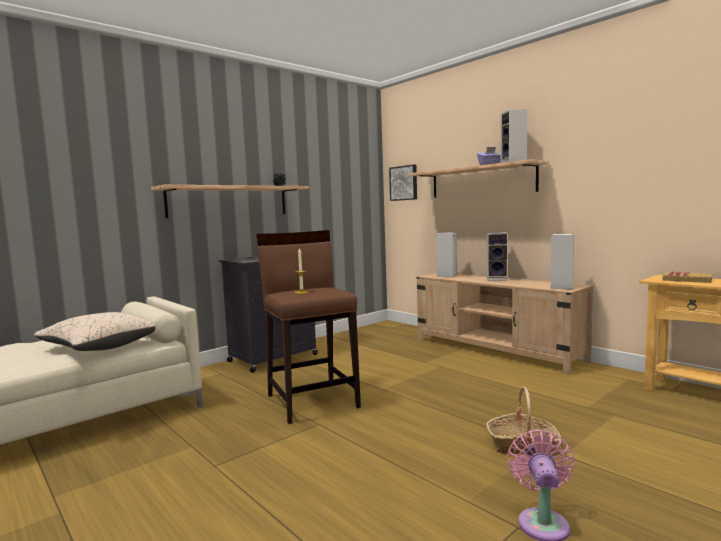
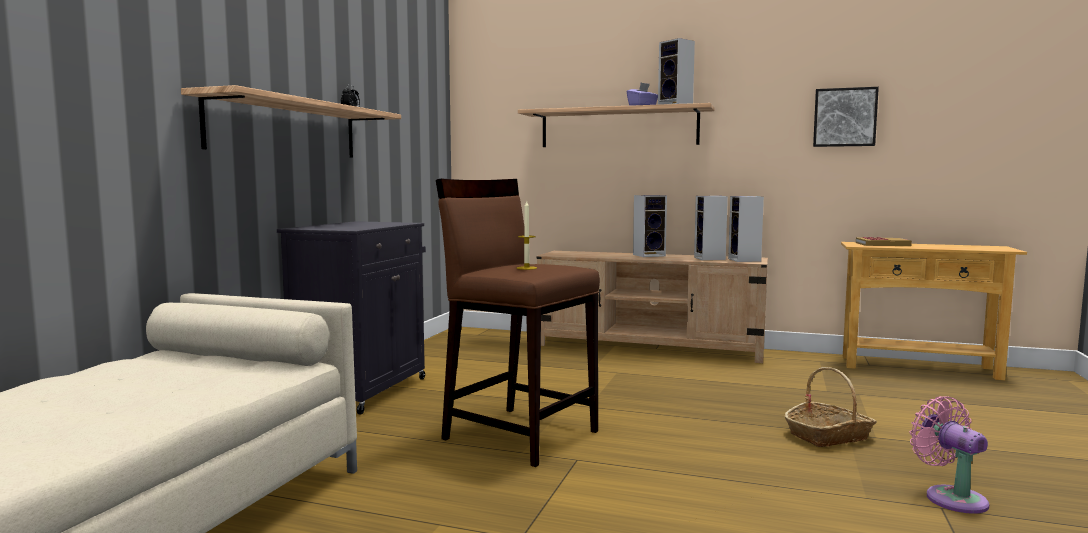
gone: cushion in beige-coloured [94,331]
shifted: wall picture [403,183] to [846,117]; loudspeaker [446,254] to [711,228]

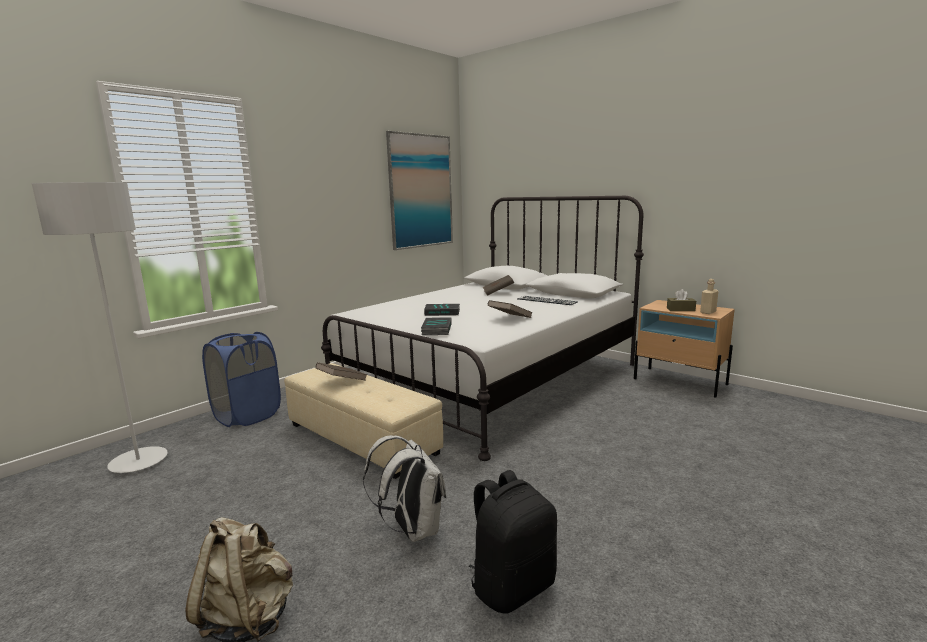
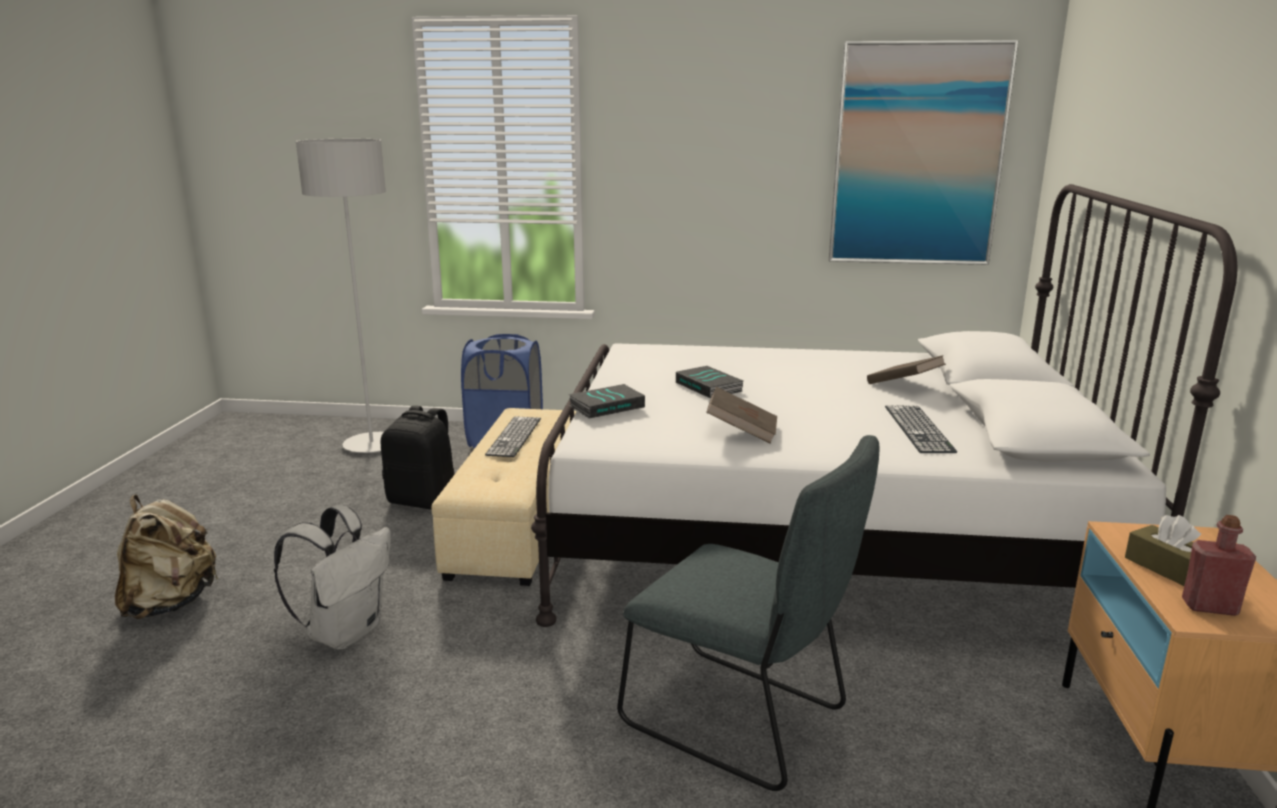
new: upright chair in grey [748,613]
shifted: rucksack in black [512,542] to [418,457]
swapped: book in brownish [341,371] to PC keyboard [513,436]
repainted: drink bottle in beige-coloured [709,296] to drink bottle in red-coloured [1219,565]

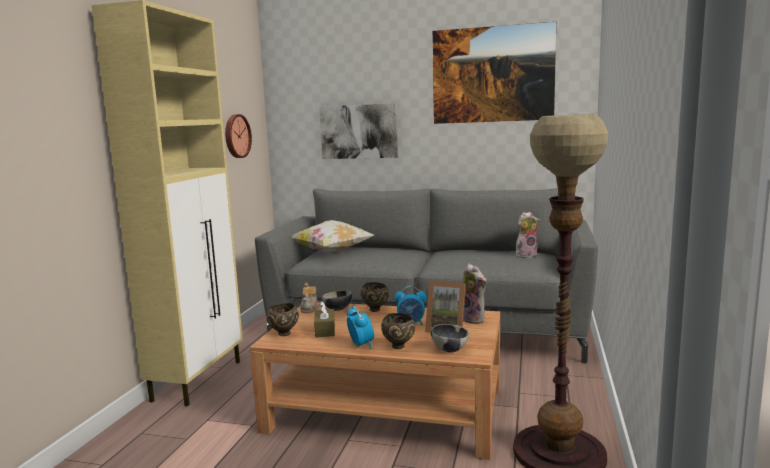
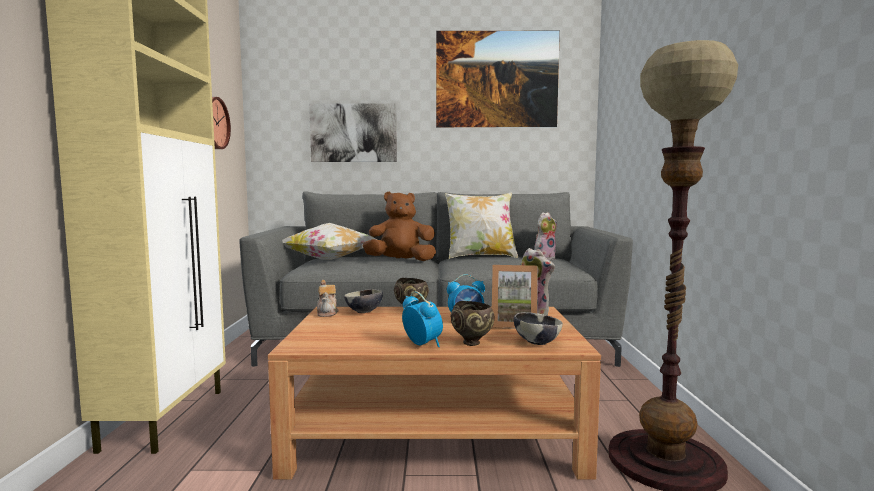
gone: bowl in brownish [283,319]; tissue holder in brownish [324,319]
new: soft toy in brownish [399,226]; cushion [481,225]

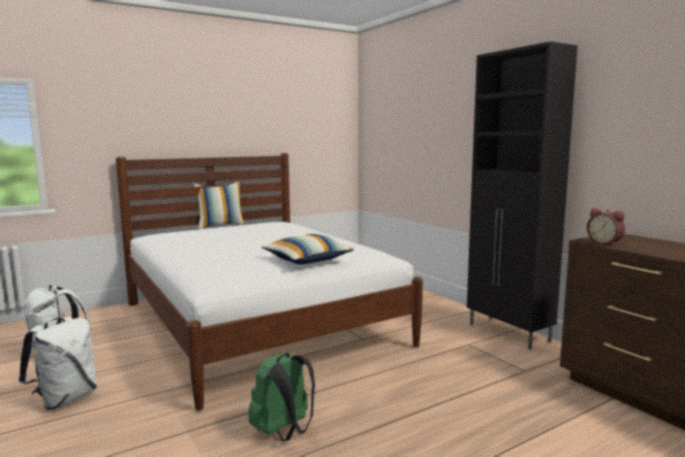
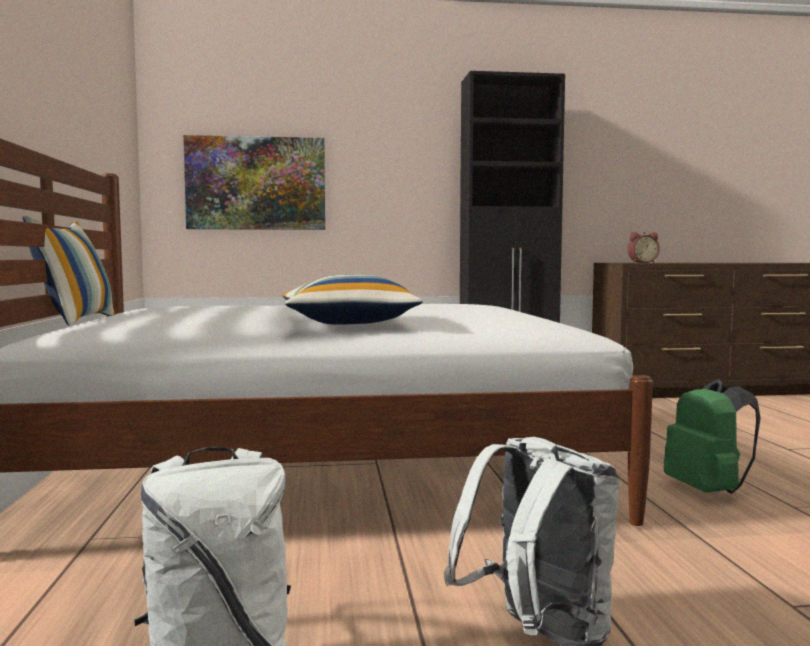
new: wall picture [254,182]
shifted: cushion [307,249] to [353,299]

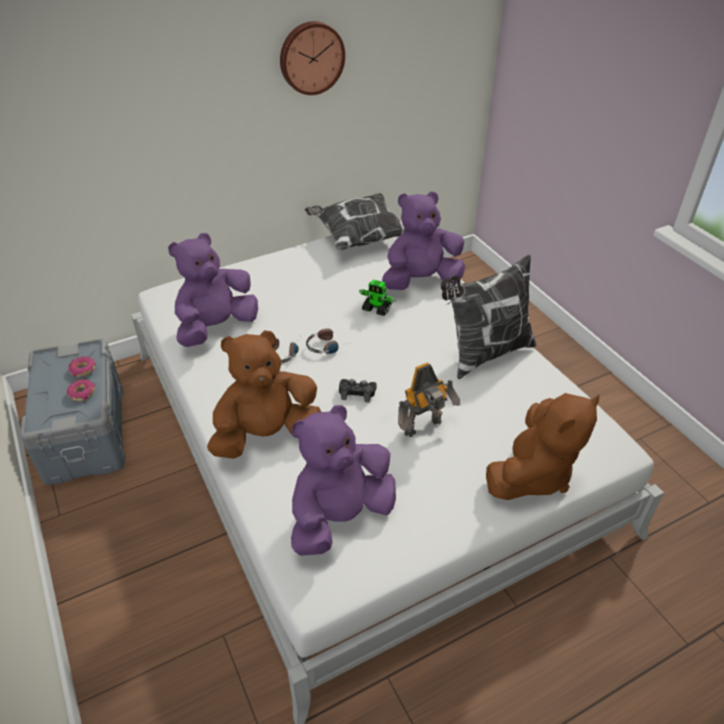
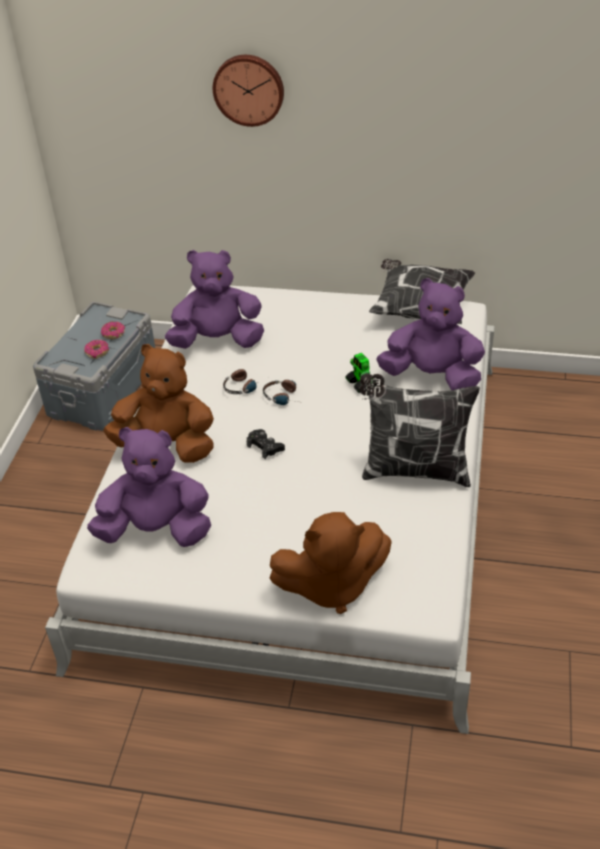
gone: robot figure [429,399]
shifted: wall clock [312,58] to [248,91]

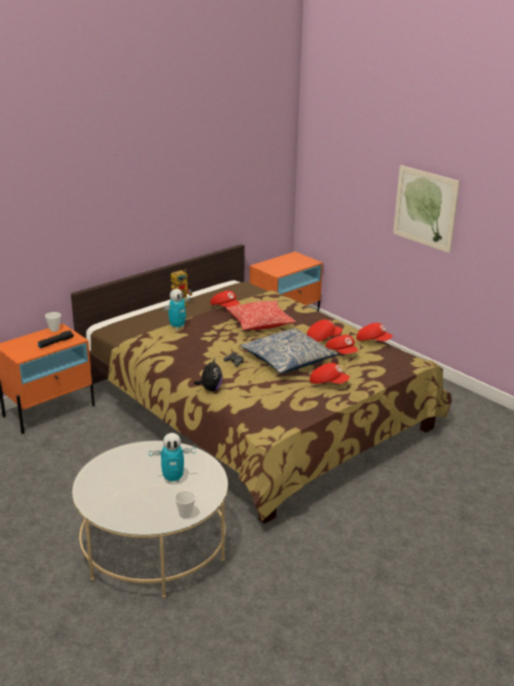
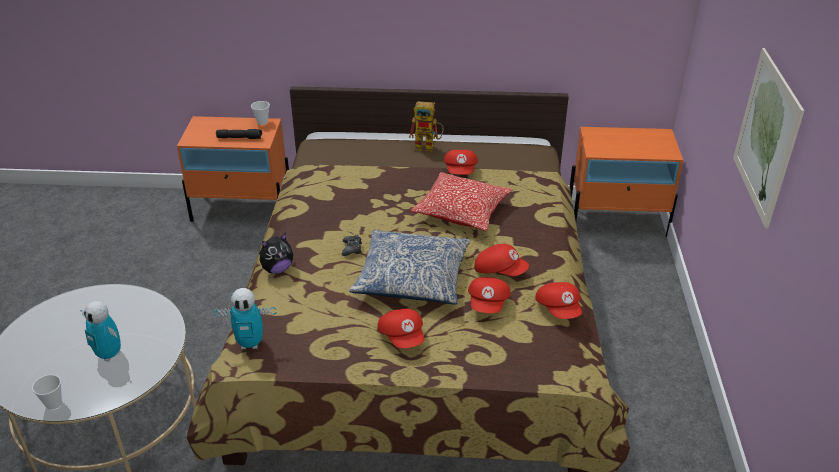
shifted: robot figure [176,309] to [245,318]

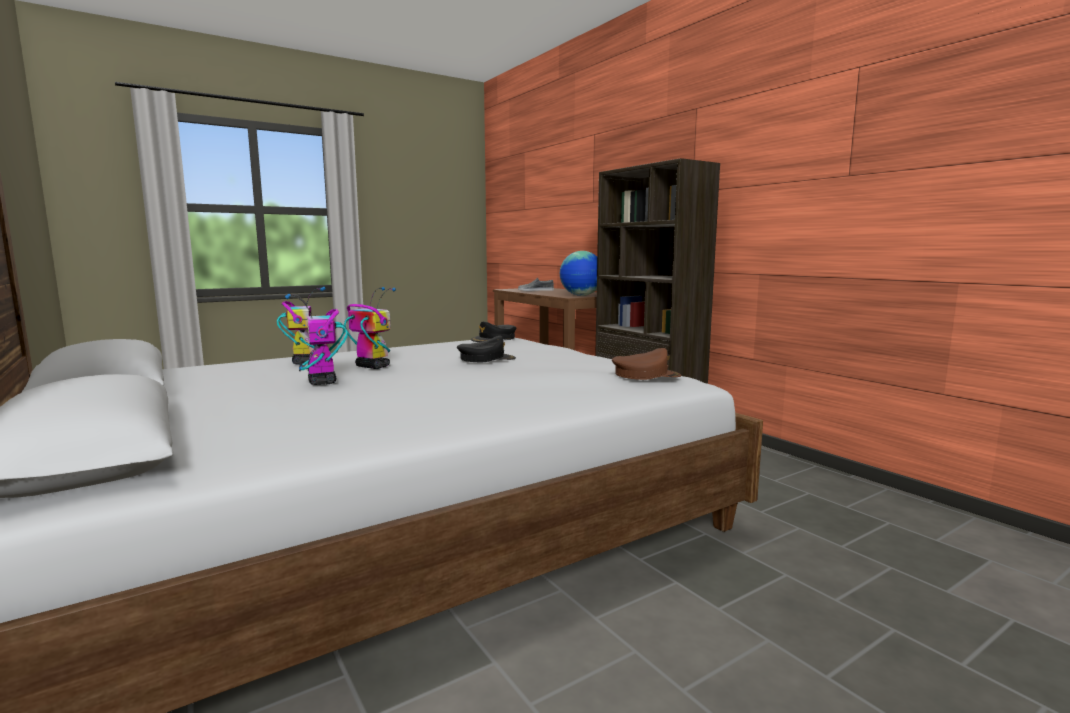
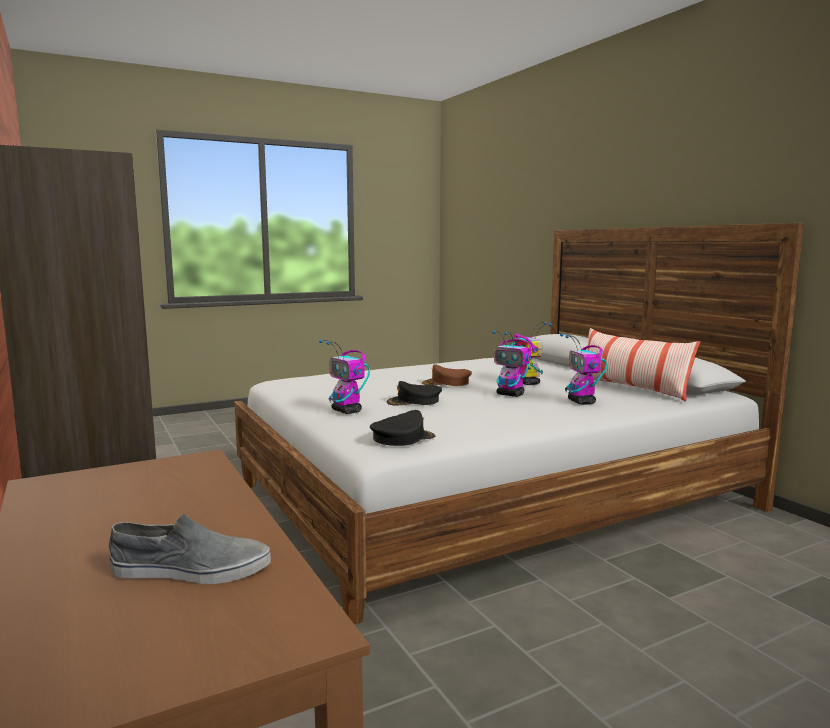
gone: world globe [578,273]
new: robot figure [344,377]; cushion [643,365]
shifted: baseball cap in brownish [647,364] to [447,375]

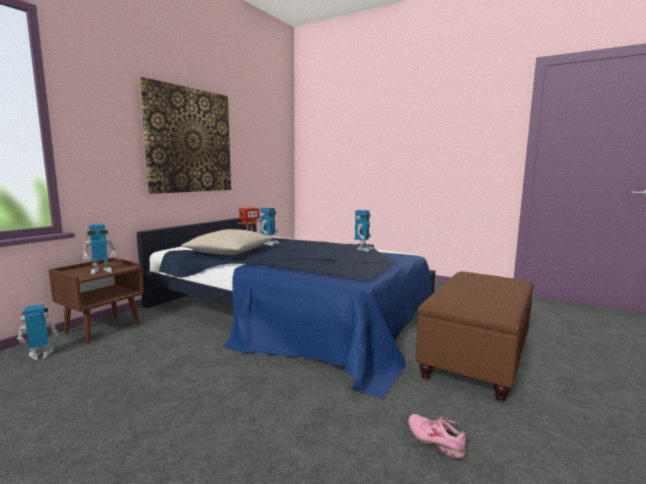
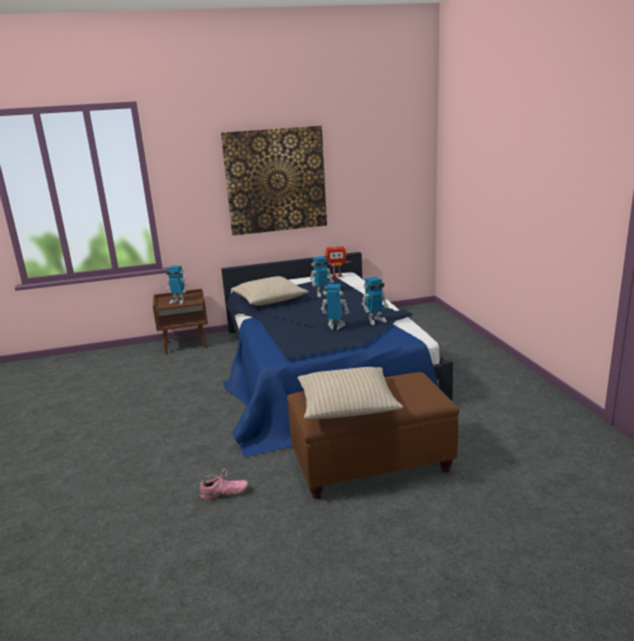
new: cushion in beige-coloured [350,393]
shifted: robot figure [37,332] to [335,307]
rotated: low shoe in pinkish [437,436] = [224,484] 75 degrees clockwise

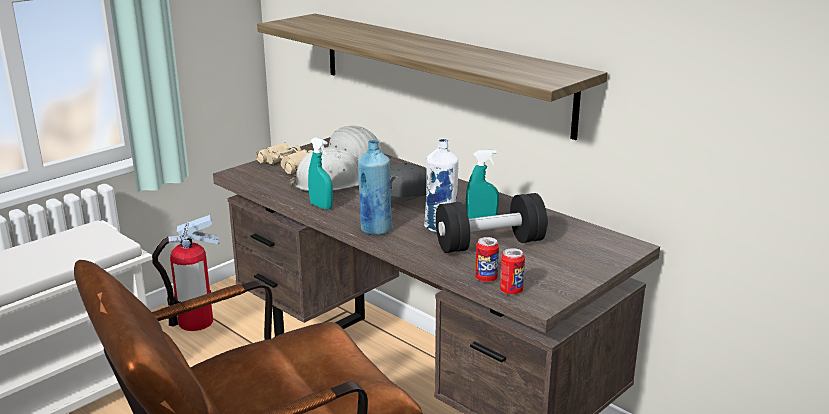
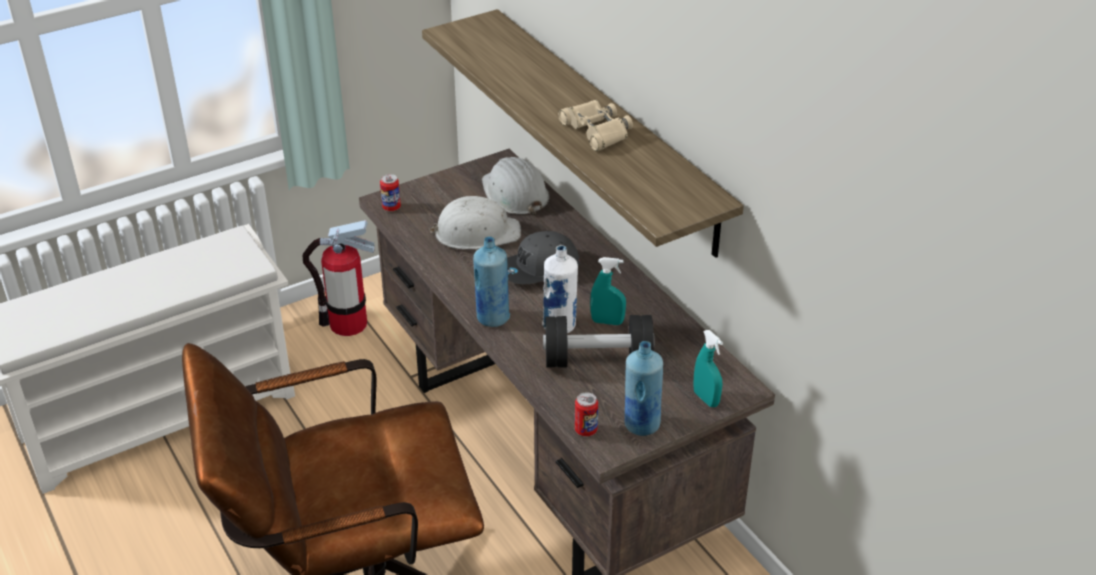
new: drink bottle in bluish [644,388]
shifted: field glasses in beige-coloured [284,158] to [595,125]; spray bottle in turquoise [320,173] to [708,368]; metal can [487,260] to [390,192]

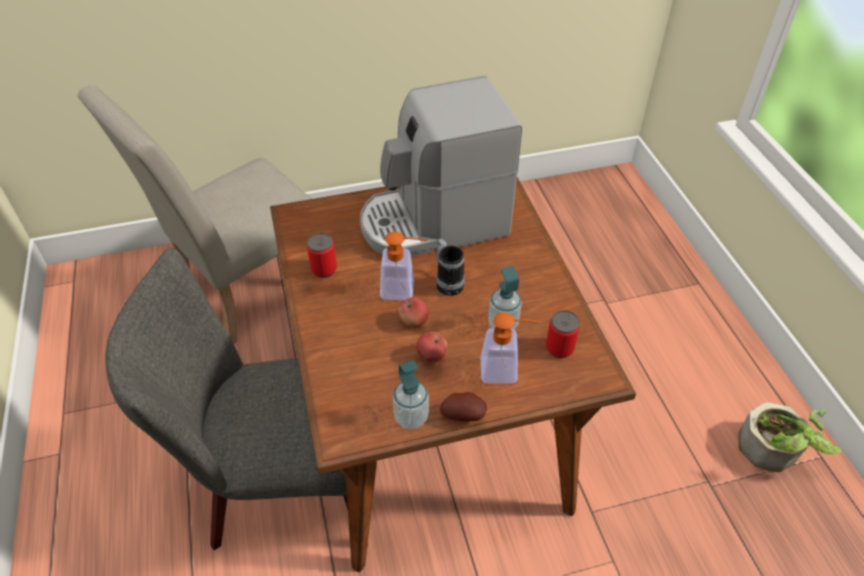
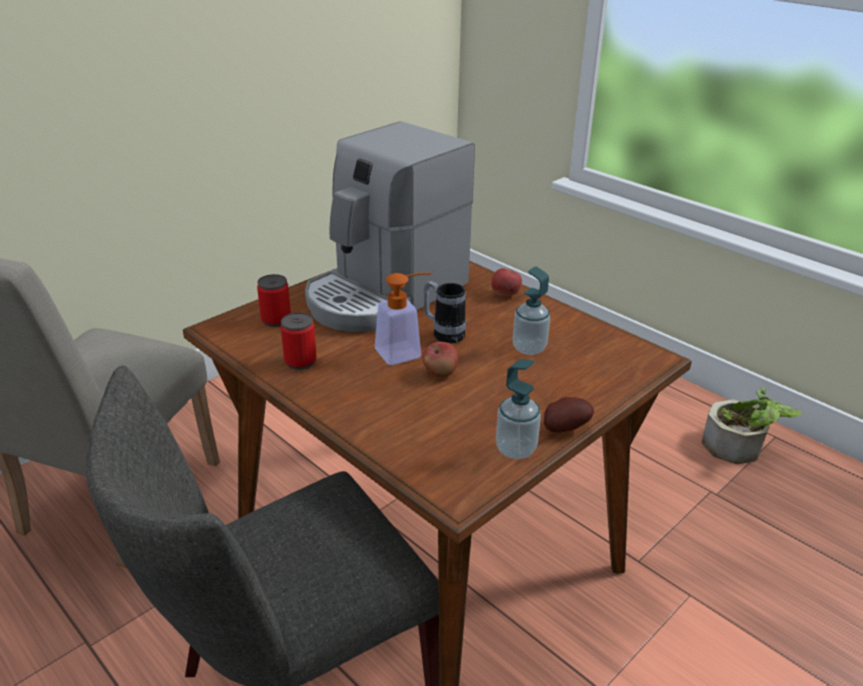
gone: soap dispenser [511,348]
shifted: apple [431,347] to [506,282]; metal can [563,334] to [274,300]

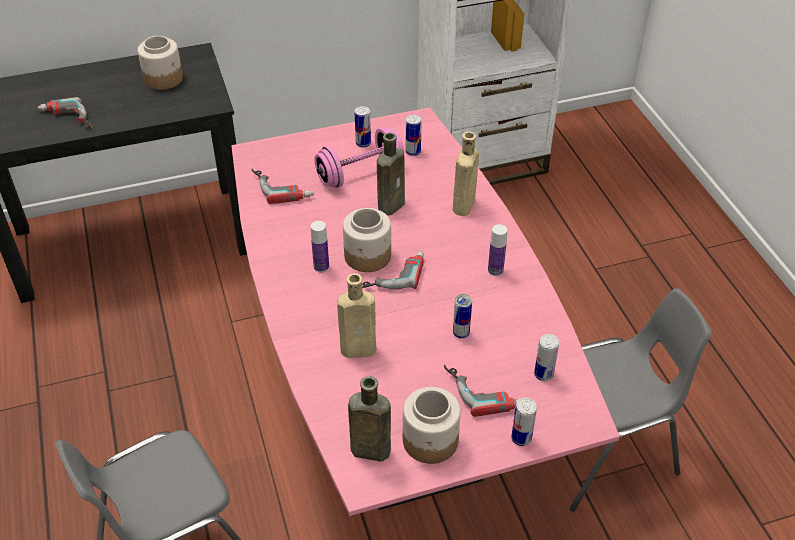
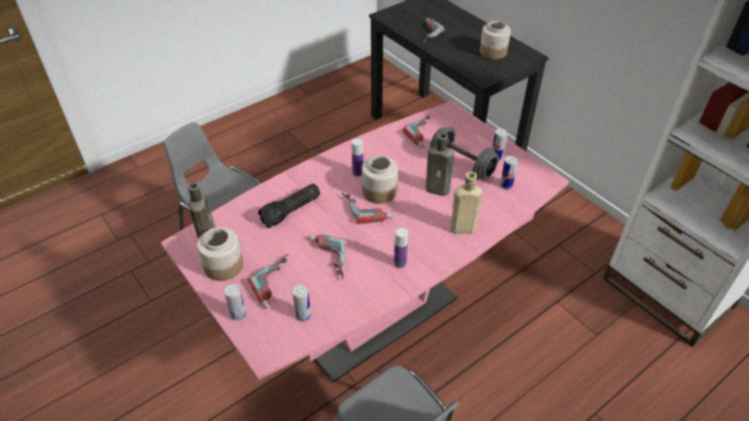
swapped: drink bottle in beige-coloured [356,315] to hand torch [289,206]; metal can [462,316] to power drill [327,257]
repainted: free weight in pinkish [359,157] to free weight in grey [464,153]

